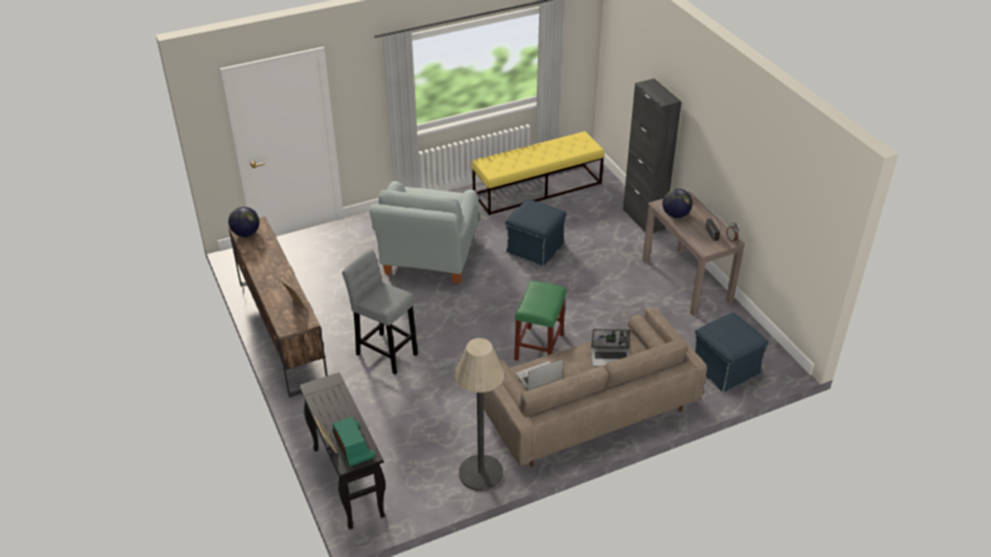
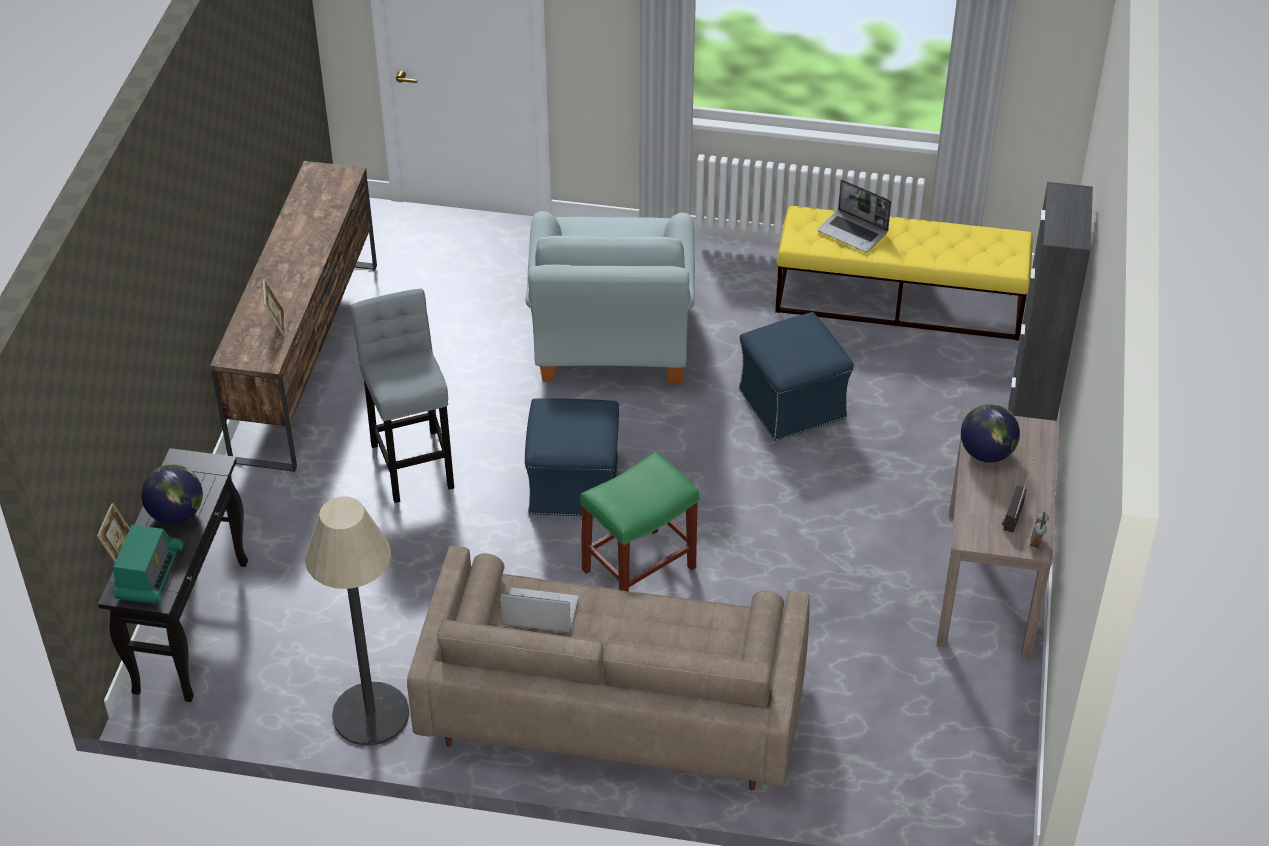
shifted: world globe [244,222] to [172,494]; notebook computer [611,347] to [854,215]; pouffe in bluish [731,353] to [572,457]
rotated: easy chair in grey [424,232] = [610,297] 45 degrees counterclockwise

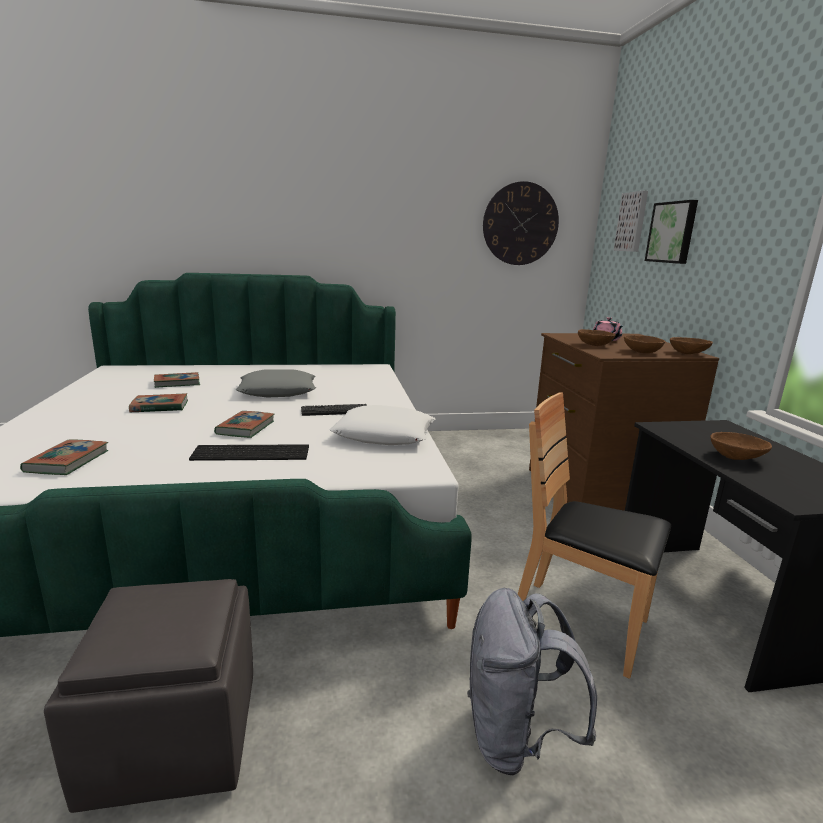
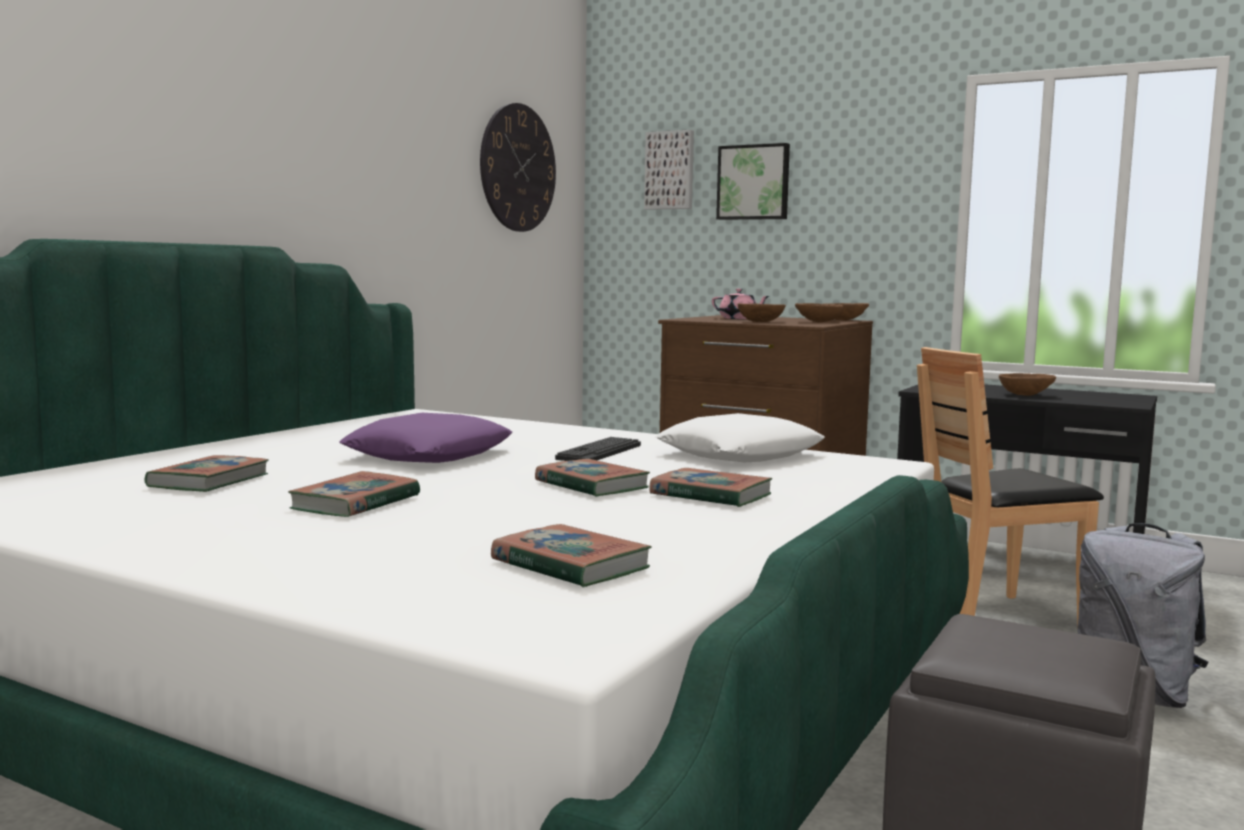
swapped: PC keyboard [249,452] to book [710,487]
repainted: cushion in grey [276,383] to cushion in purplish [425,438]

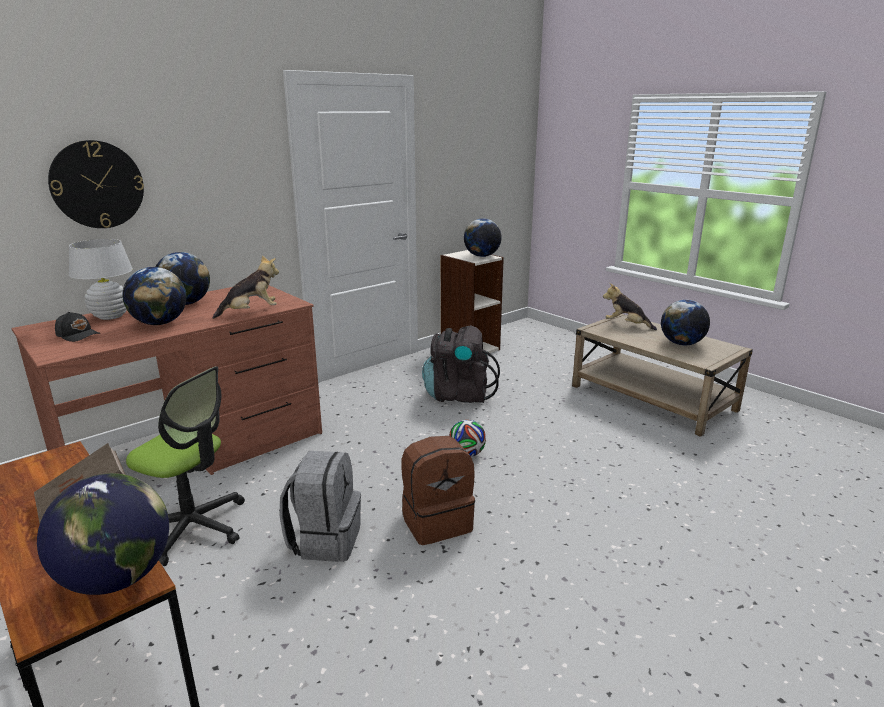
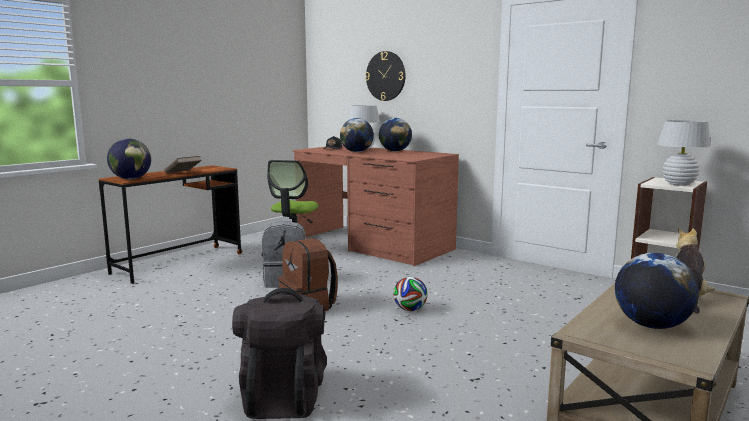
gone: soft toy [245,287]
shifted: rucksack in black [461,364] to [279,353]
swapped: world globe [483,237] to tabletop lamp in white-coloured [684,153]

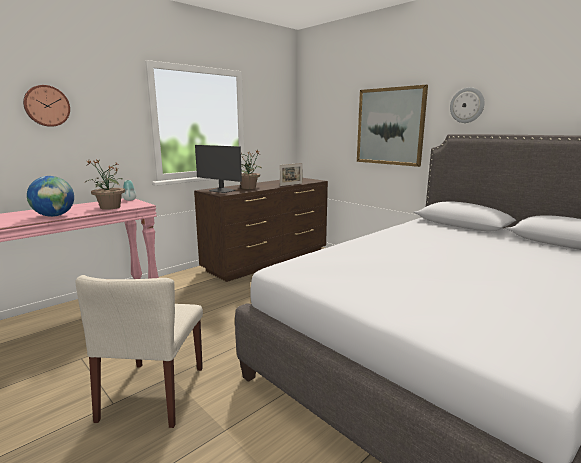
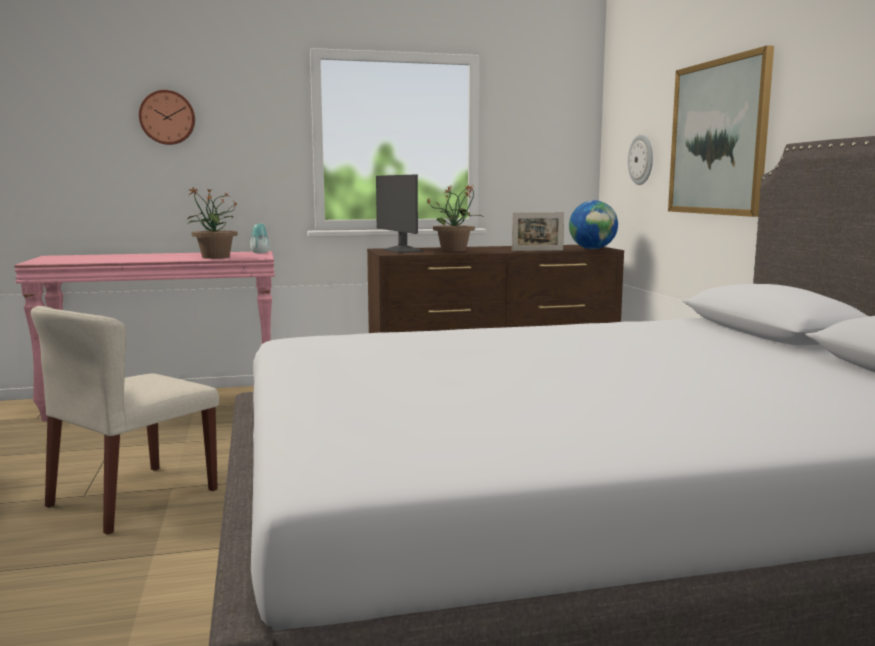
shifted: world globe [50,196] to [593,224]; wall clock [467,105] to [640,160]

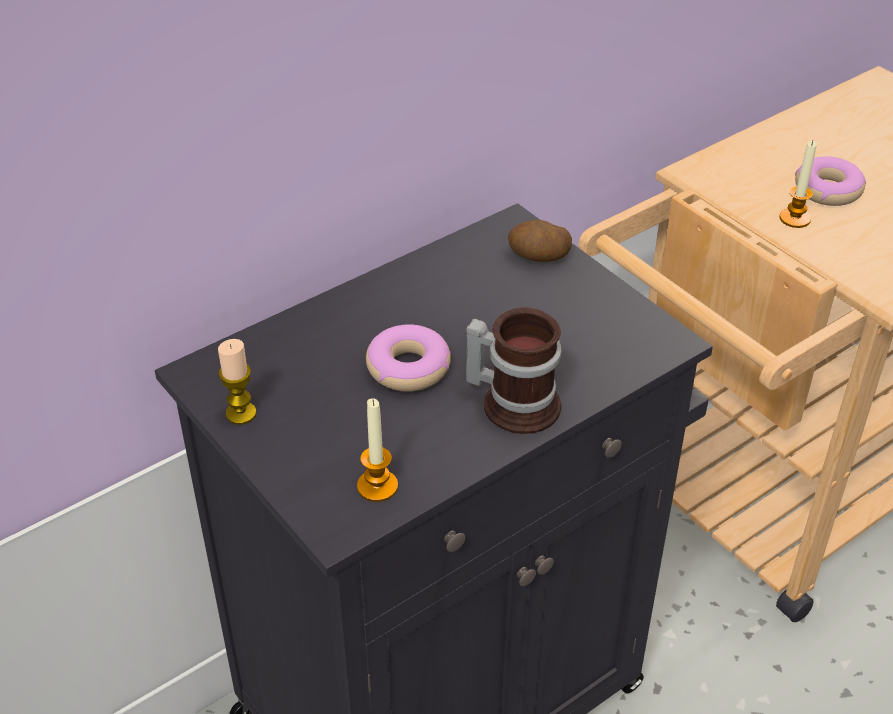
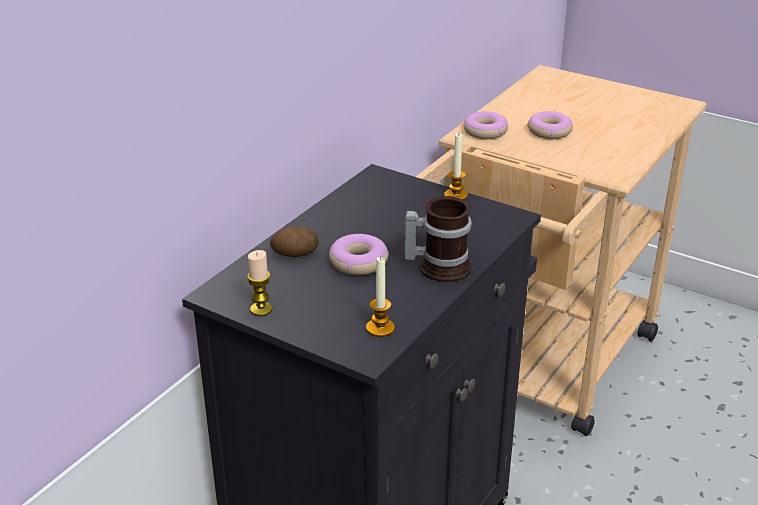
new: ring doughnut [485,125]
shifted: whole potato [540,241] to [294,241]; candle [798,184] to [456,166]

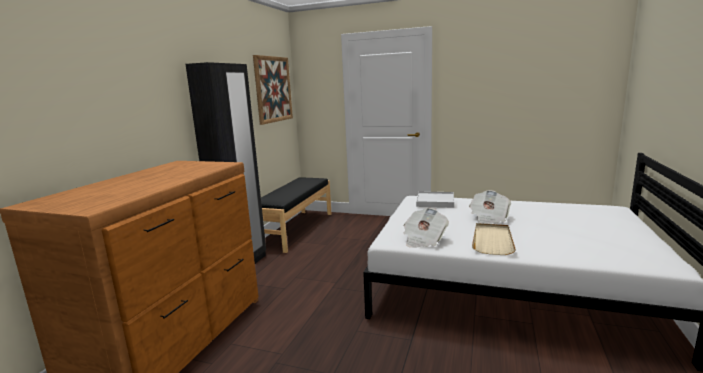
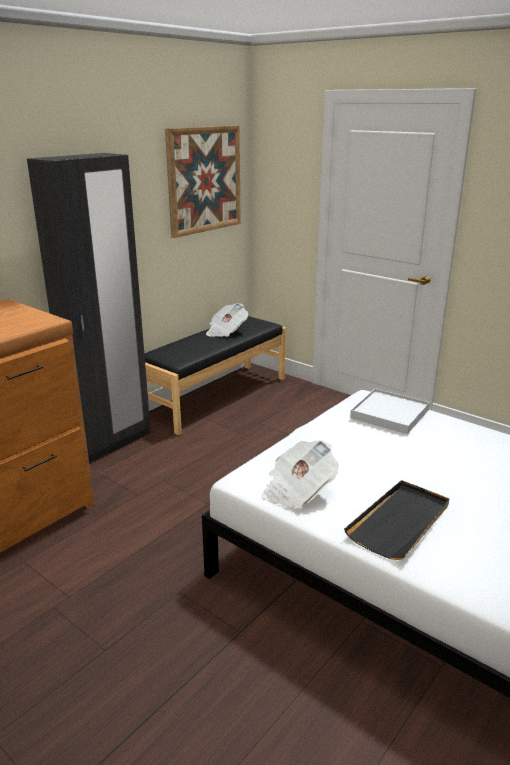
shifted: printed paper [490,207] to [227,320]
repainted: serving tray in beige-coloured [494,239] to serving tray in black [396,520]

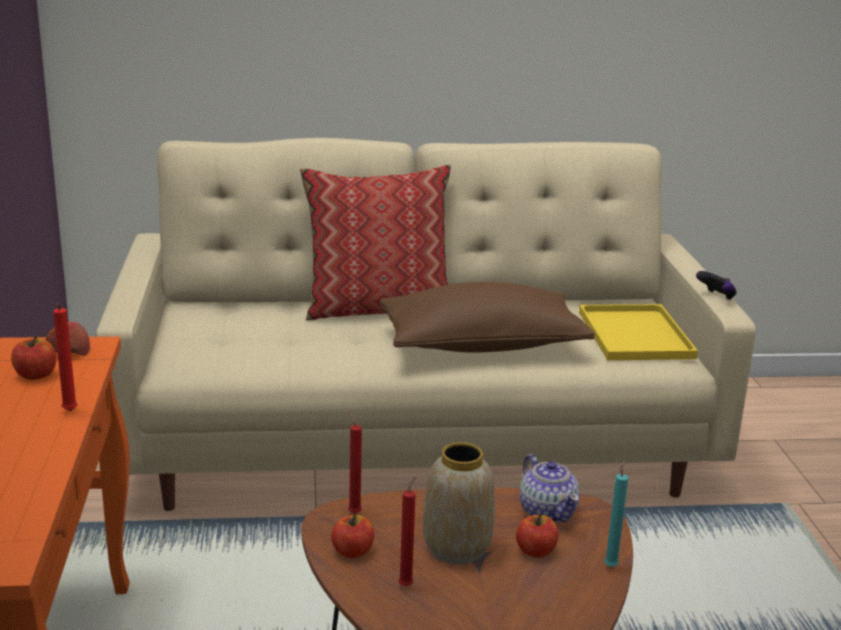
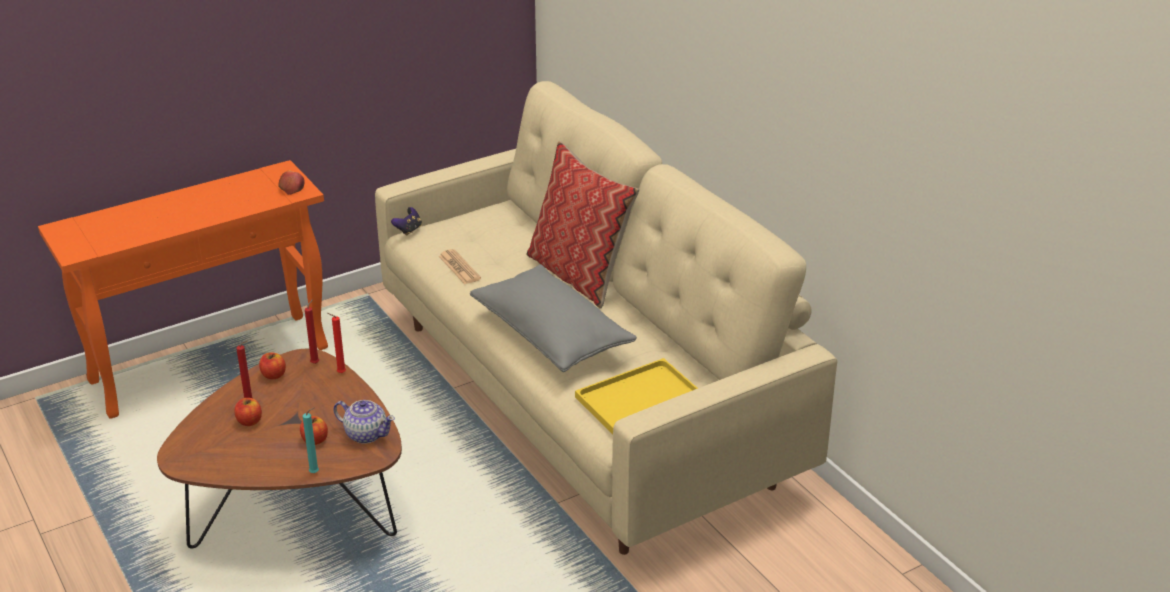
gone: flower vase [459,503]
new: printed paper [459,267]
shifted: apple [33,358] to [248,412]; candle in red-coloured [64,357] to [336,343]; gamepad [716,285] to [406,221]
repainted: cushion in brownish [487,317] to cushion in grey [553,318]
rotated: teapot [550,488] = [364,422] 105 degrees counterclockwise

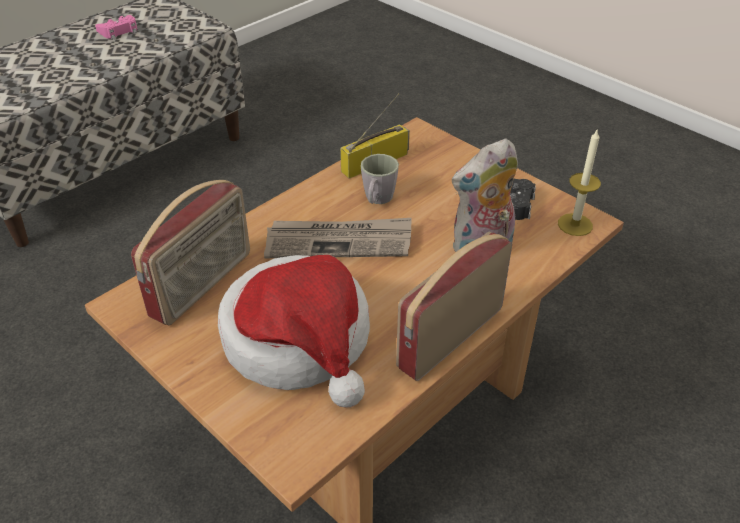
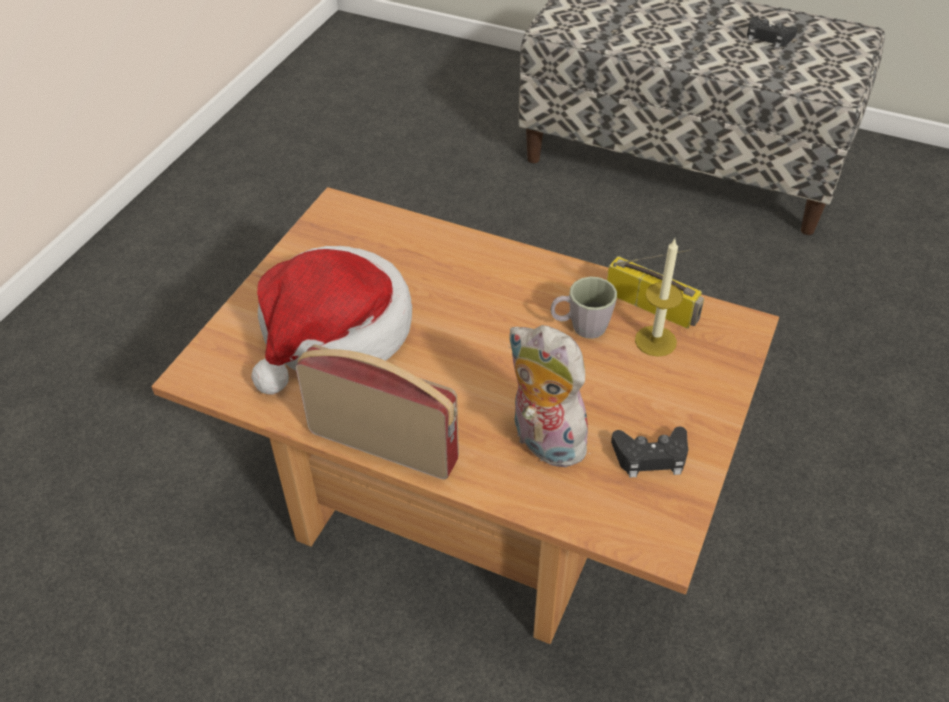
gone: radio set [190,252]; printed paper [338,238]
shifted: candle [579,182] to [659,298]
repainted: gamepad in pinkish [116,27] to gamepad in black [772,32]

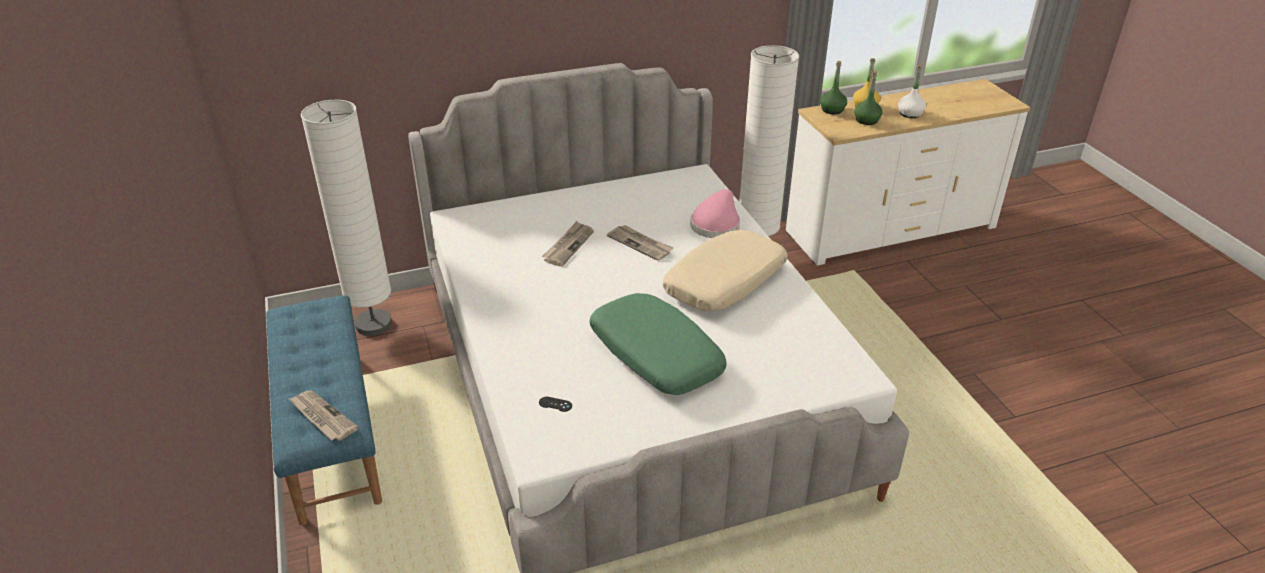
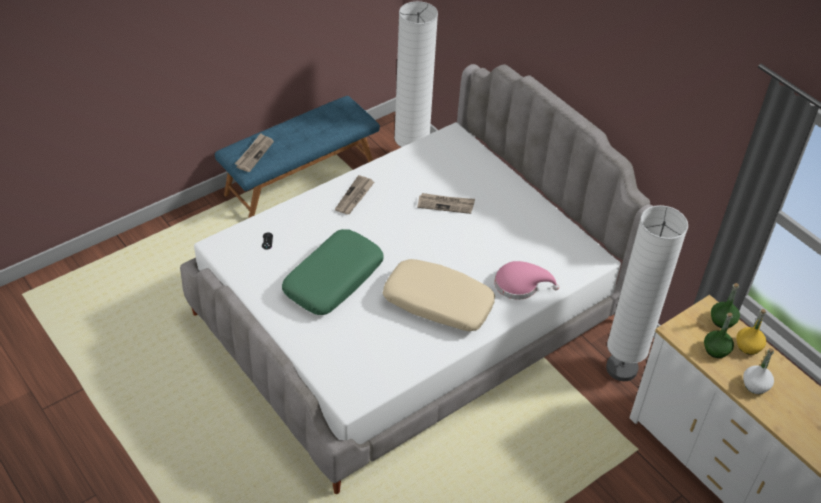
shifted: printed paper [640,243] to [354,194]

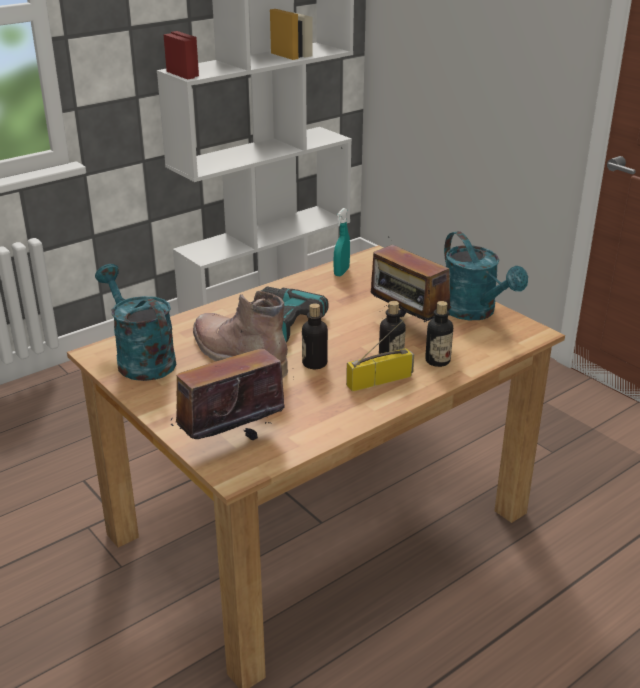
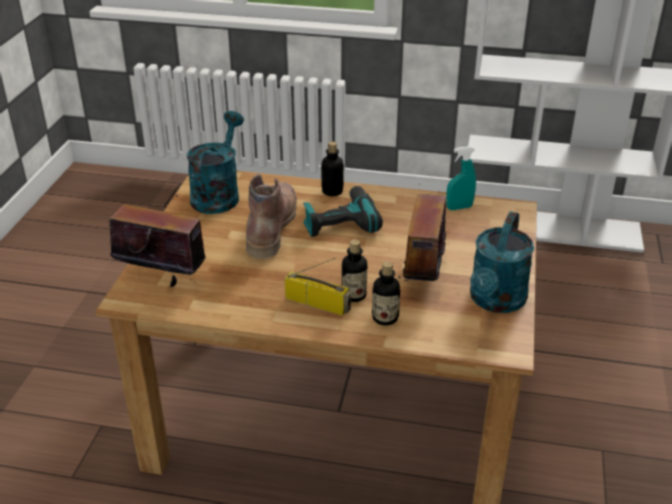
shifted: drink bottle [315,336] to [332,169]

